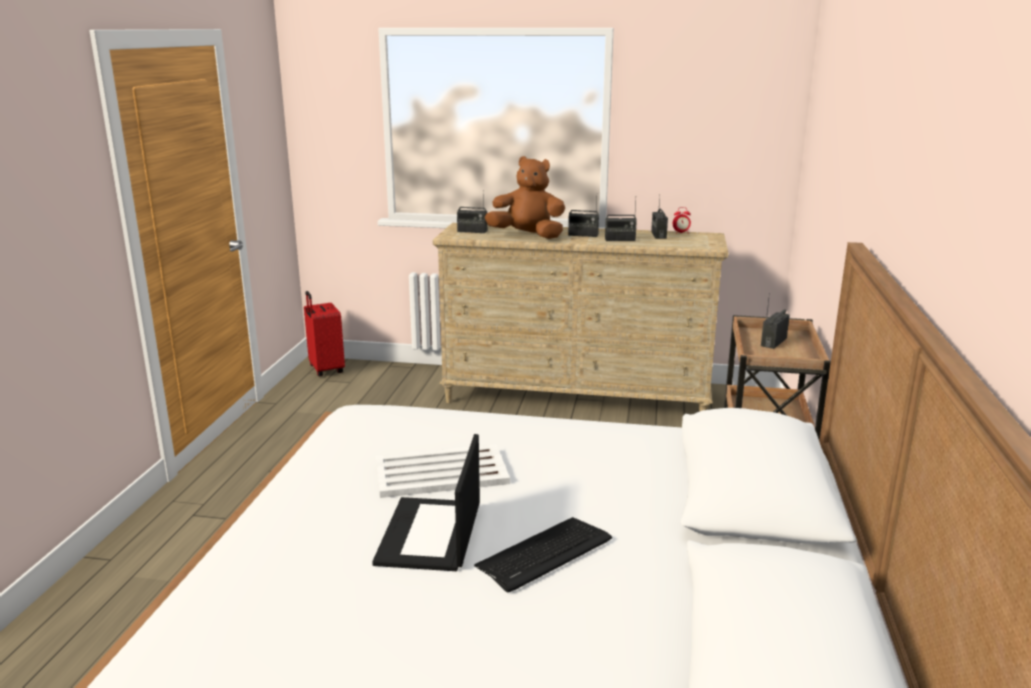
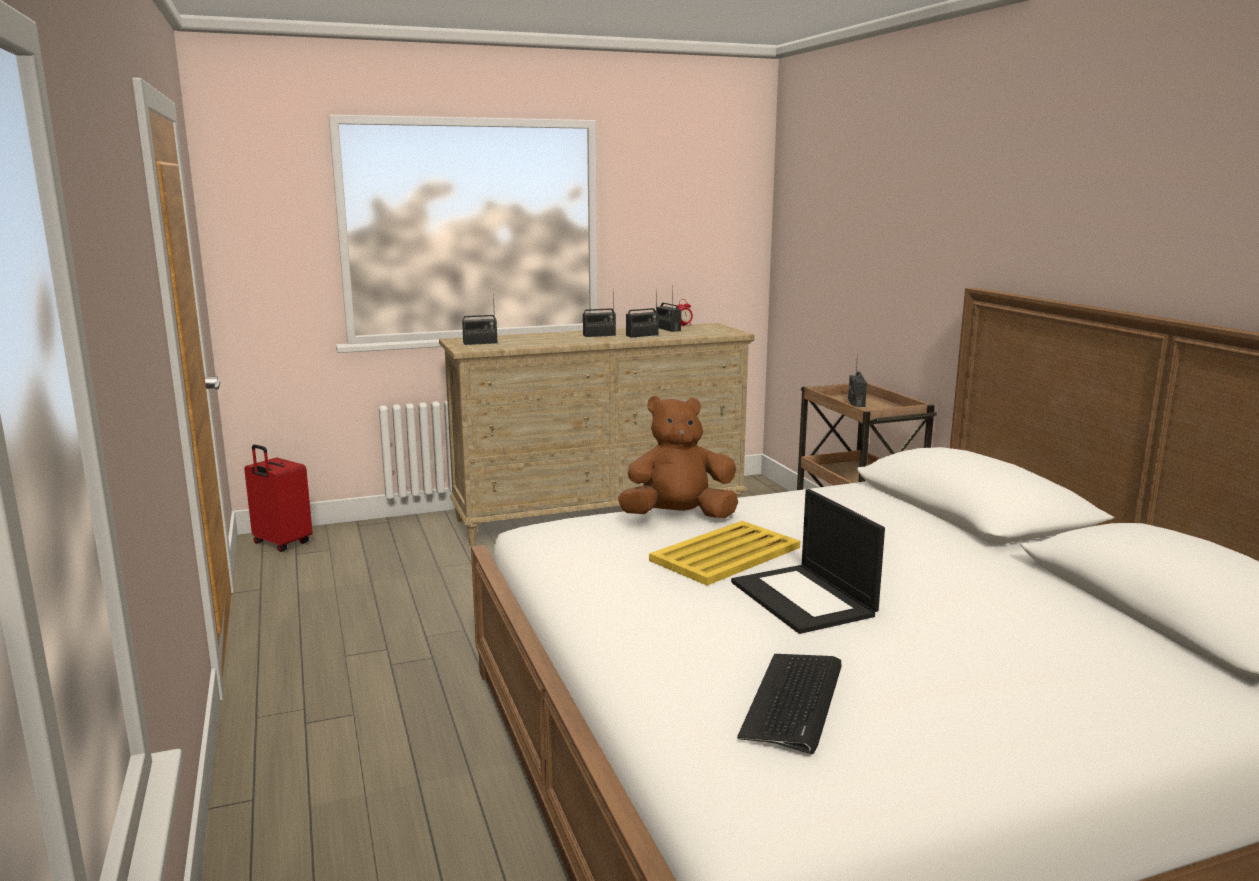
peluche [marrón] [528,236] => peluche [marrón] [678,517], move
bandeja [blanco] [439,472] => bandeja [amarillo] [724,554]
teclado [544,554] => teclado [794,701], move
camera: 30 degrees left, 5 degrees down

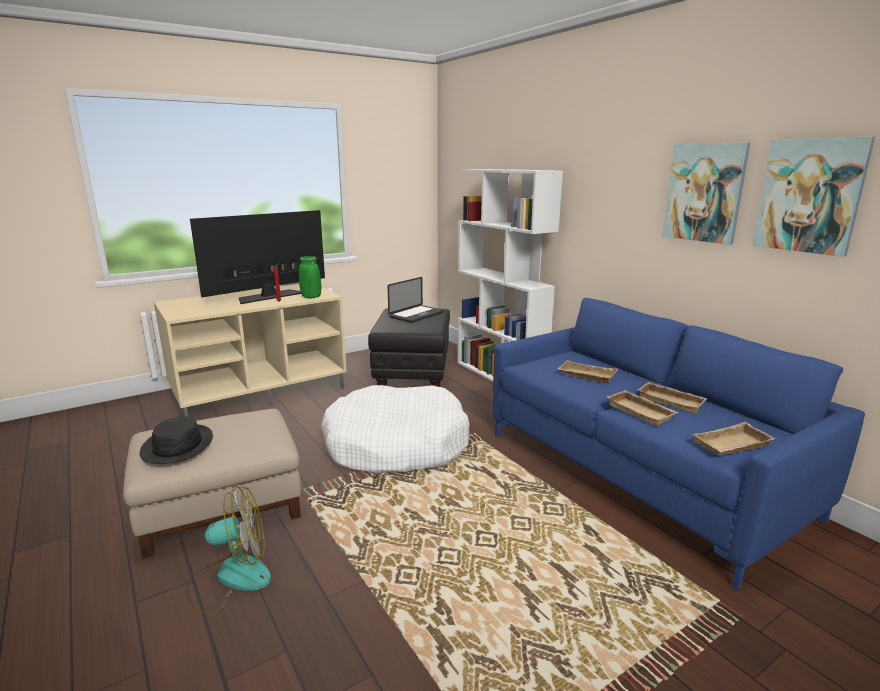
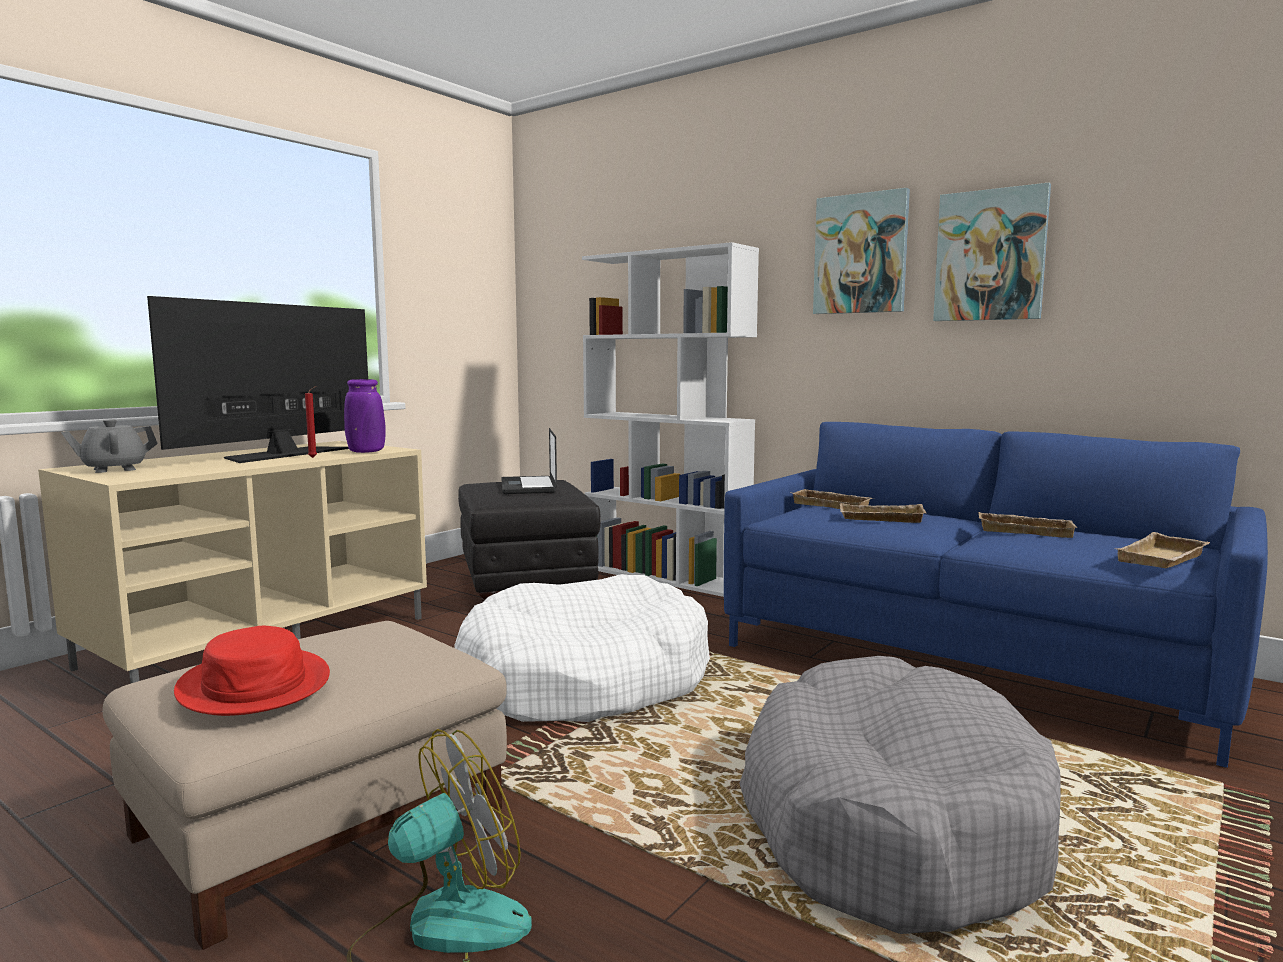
cuadro [810,196] => cuadro [861,254], move
florero [verde] [311,297] => florero [morado] [366,452]
portátil [416,315] => portátil [528,487], 150 degrees clockwise
bandeja [beis] [642,411] => bandeja [beis] [833,505], move
sombrero [negro] [178,445] => sombrero [rojo] [255,684]
nothing => tetera [gris] [113,469]
nothing => cama para perro [gris] [889,821]
camera: 20 degrees left, 10 degrees down

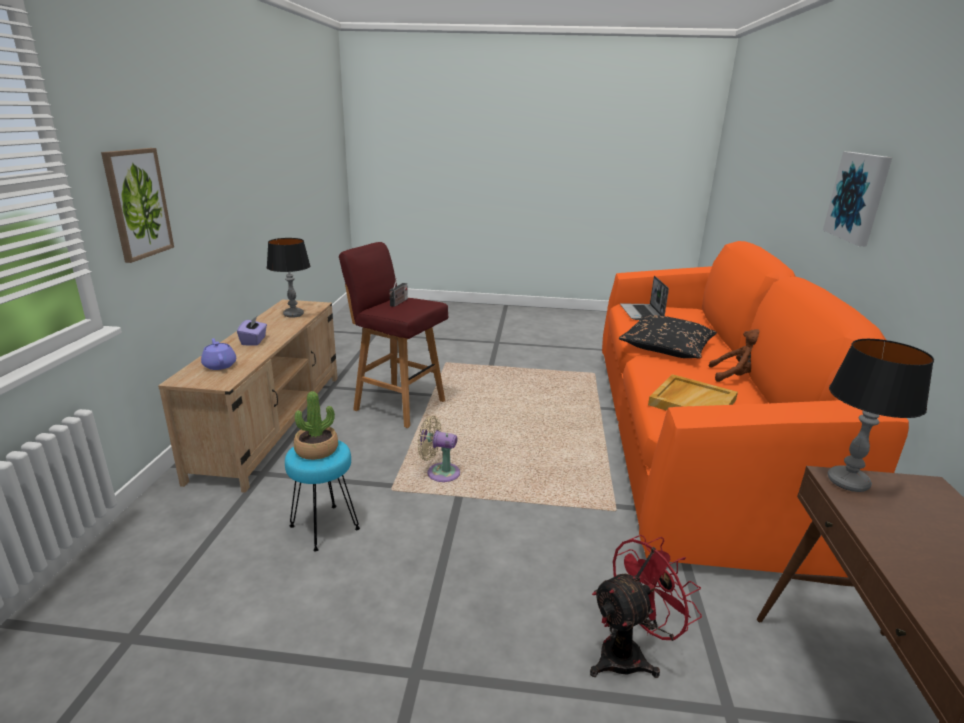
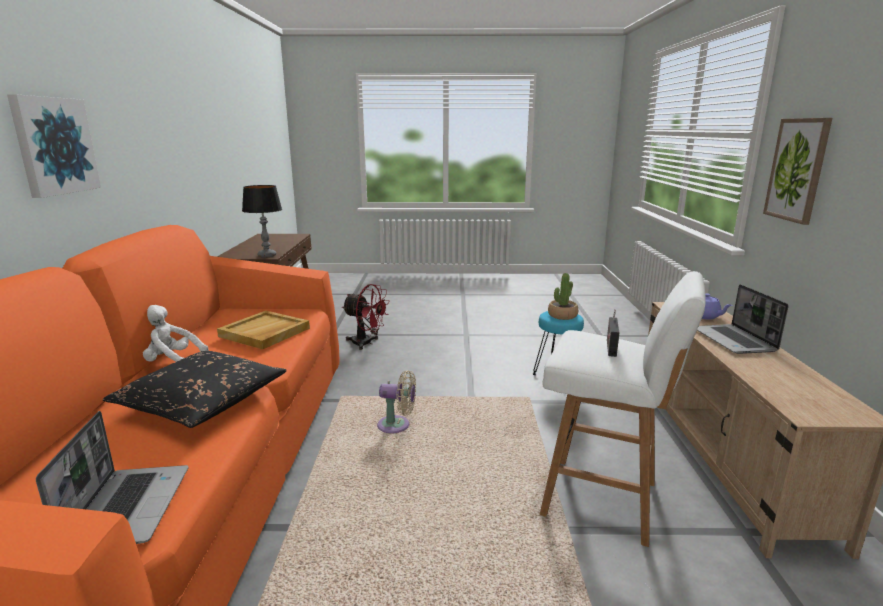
lámpara de mesa [293,315] => nothing
taburete [rojo] [398,405] => taburete [blanco] [603,500]
caja de pañuelos [morado] [254,341] => portátil [734,340]
peluche [marrón] [736,376] => peluche [blanco] [172,362]
ventilador [beis] [439,472] => ventilador [beis] [397,426], move
ventilador [rojo] [629,653] => ventilador [rojo] [366,343], 120 degrees counterclockwise
camera: 175 degrees right, 5 degrees down

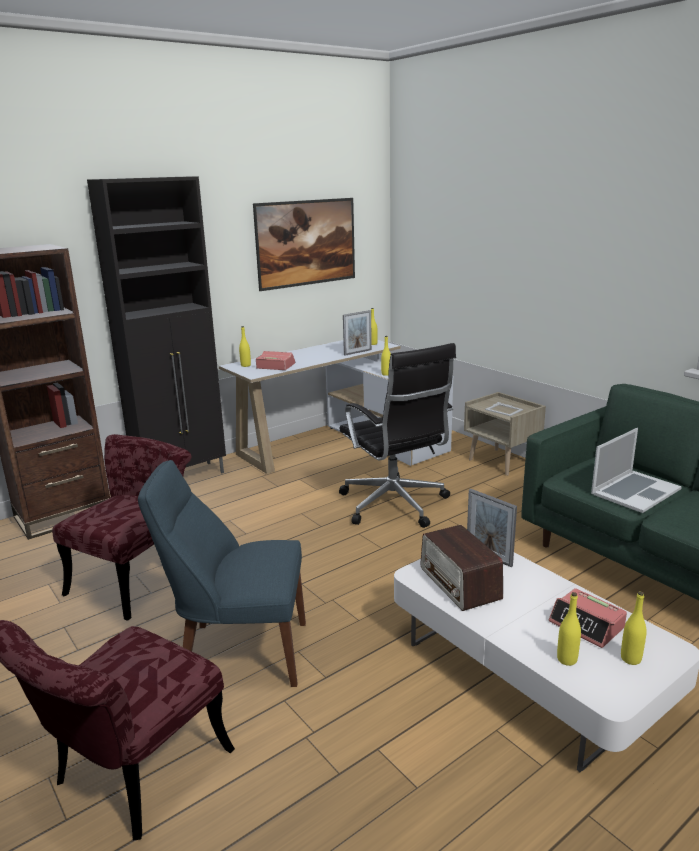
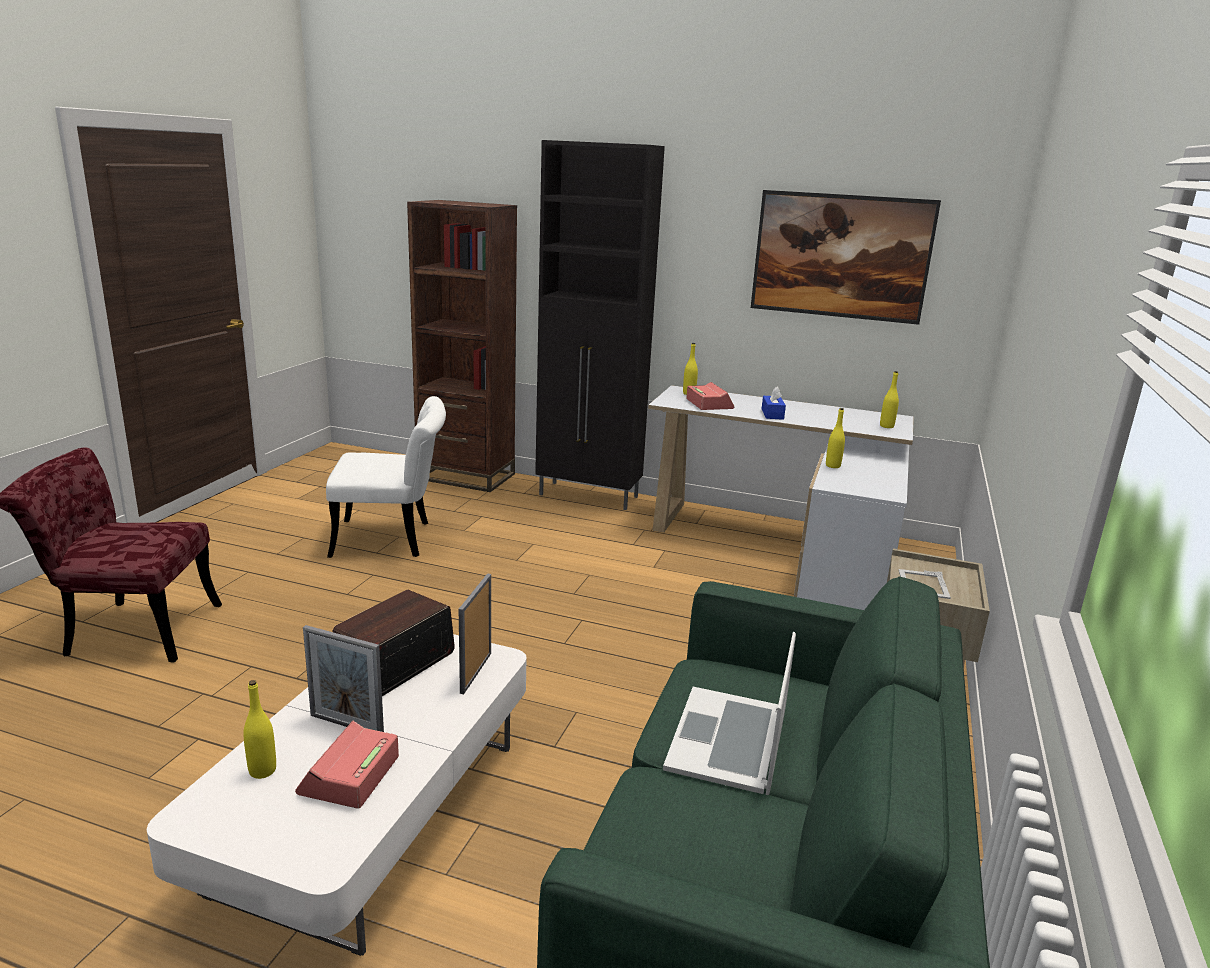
portarretratos [357,352] => portarretratos [346,725], move
silla de oficina [negro] [395,505] => nothing
portátil [635,491] => portátil [729,739], 90 degrees clockwise
silla [rojo] [136,578] => silla [blanco] [393,539]
silla [azul] [238,652] => nothing
botella [amarillo] [630,659] => nothing
nothing => caja de pañuelos [azul] [772,414]
camera: 55 degrees right, 0 degrees up

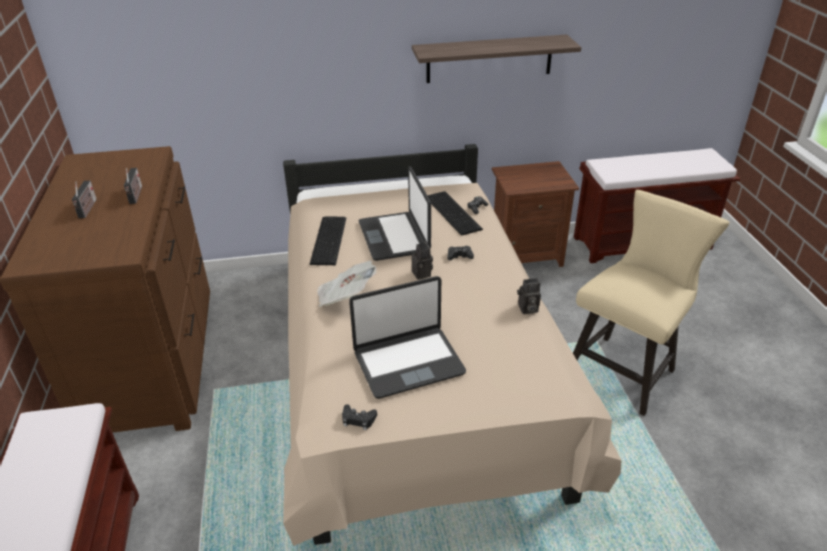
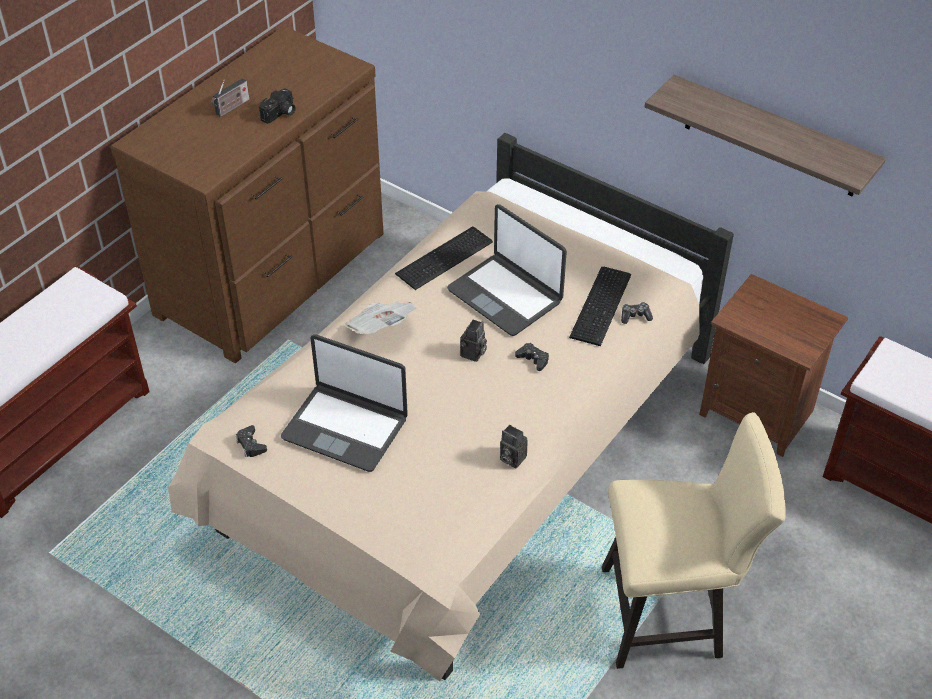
portátil [395,237] => portátil [505,295], 75 degrees counterclockwise
radio [136,195] => cámara [280,114]
camera: 45 degrees right, 10 degrees up

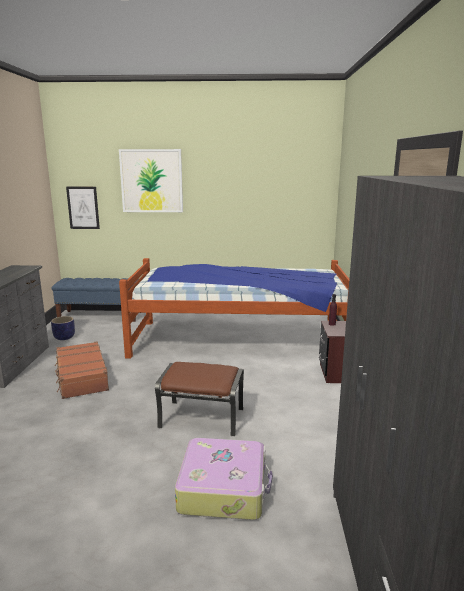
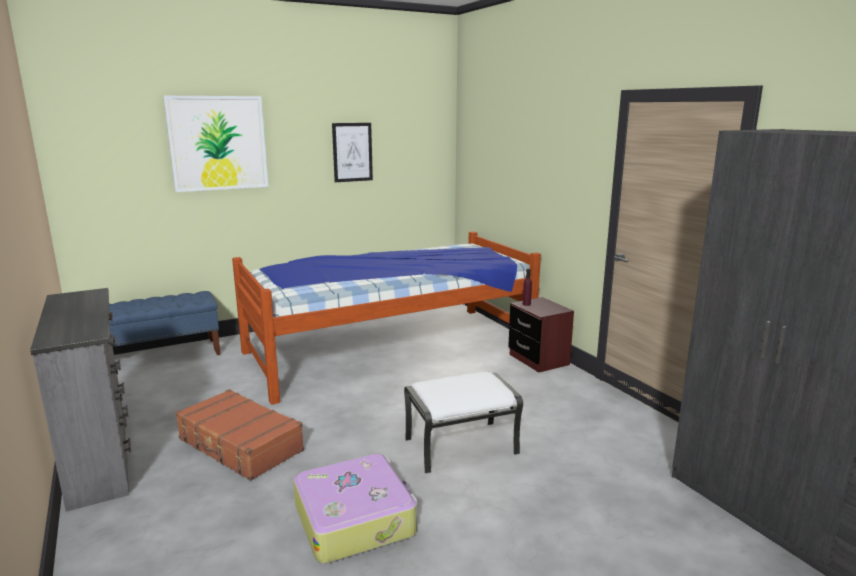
cuadro [83,207] => cuadro [352,152], move
maceta [64,337] => nothing
puf [marrón] [202,418] => puf [blanco] [461,446]
maleta [224,488] => maleta [355,519], move
camera: 30 degrees left, 0 degrees up

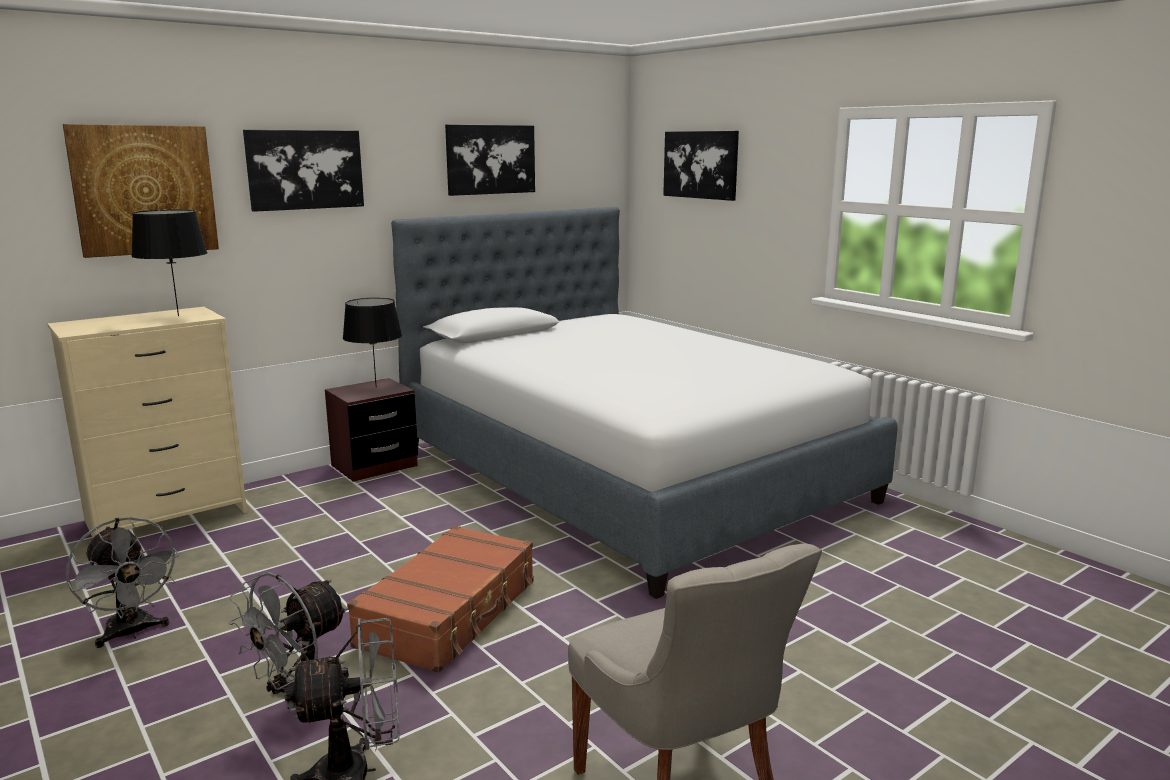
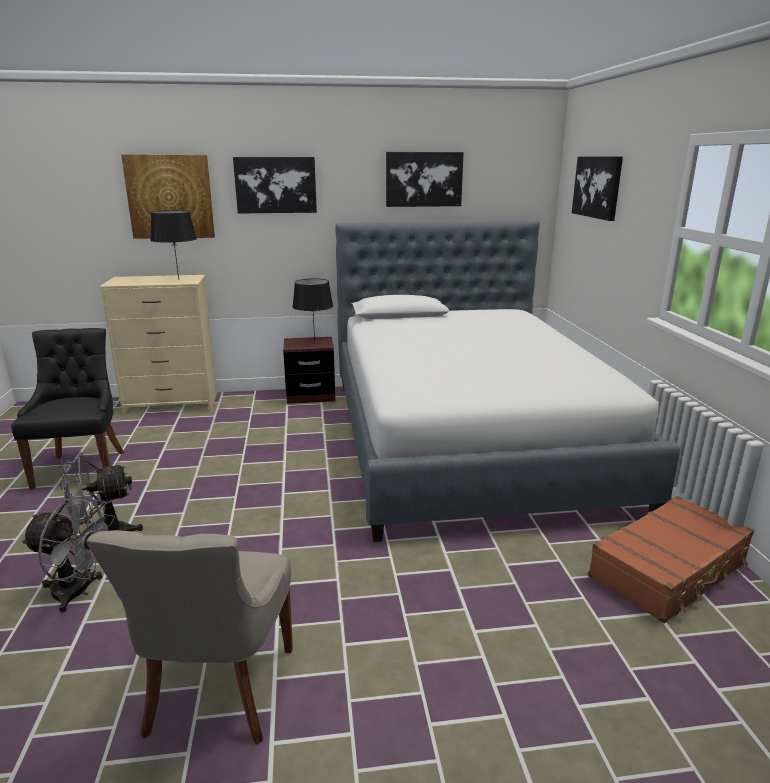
ventilador [gris] [132,633] => silla [negro] [82,468]
maleta [marrón] [450,613] => maleta [marrón] [669,570], move
camera: 30 degrees right, 5 degrees up

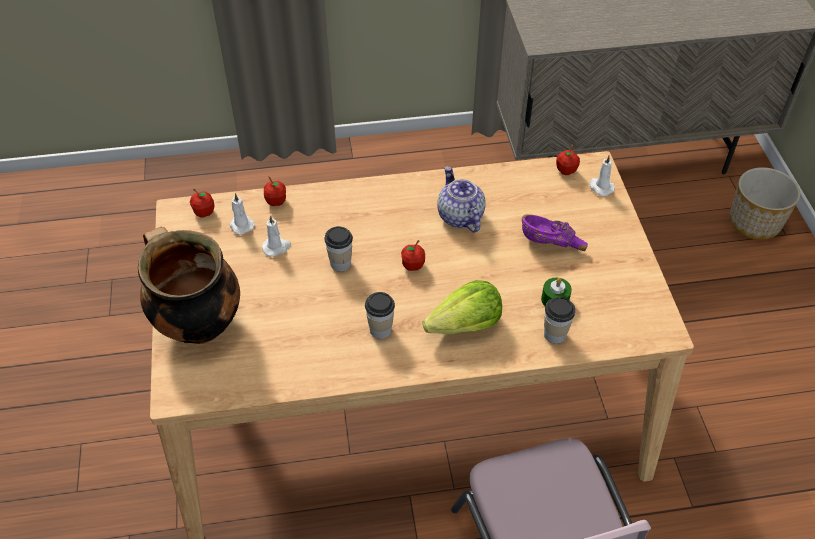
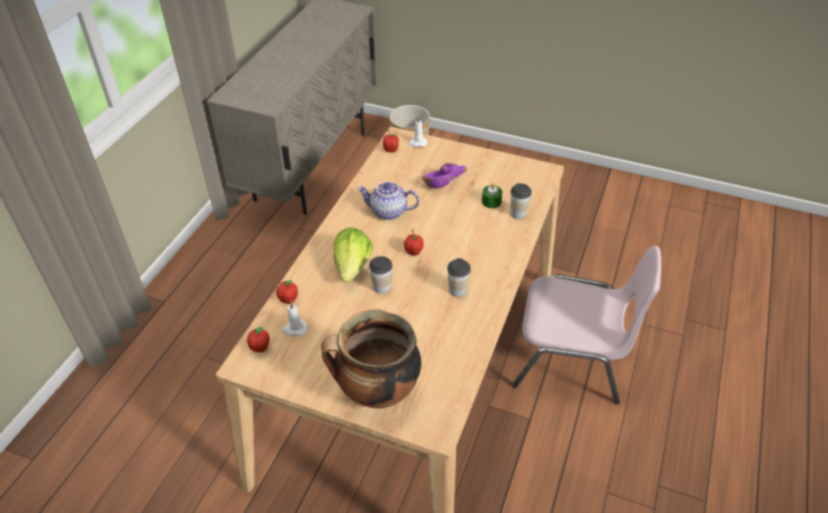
vela [blanco] [277,247] => nothing
lechuga [465,325] => lechuga [353,266], move
camera: 60 degrees left, 5 degrees down

